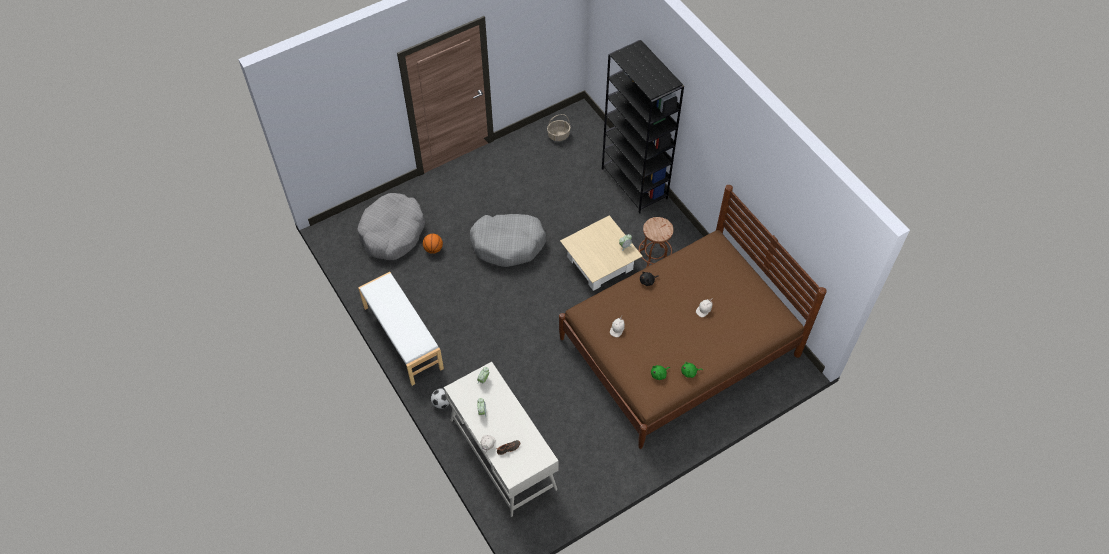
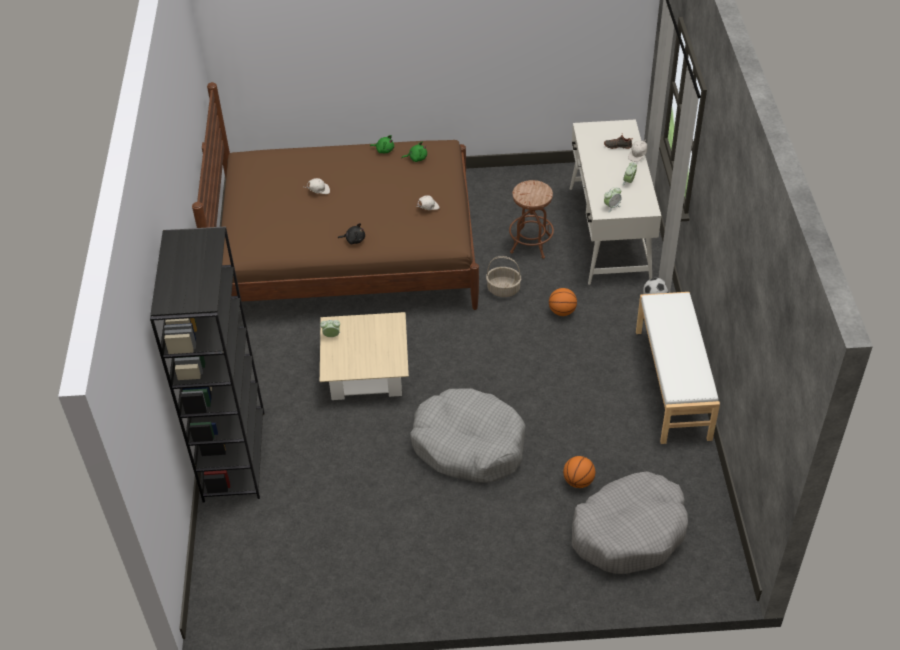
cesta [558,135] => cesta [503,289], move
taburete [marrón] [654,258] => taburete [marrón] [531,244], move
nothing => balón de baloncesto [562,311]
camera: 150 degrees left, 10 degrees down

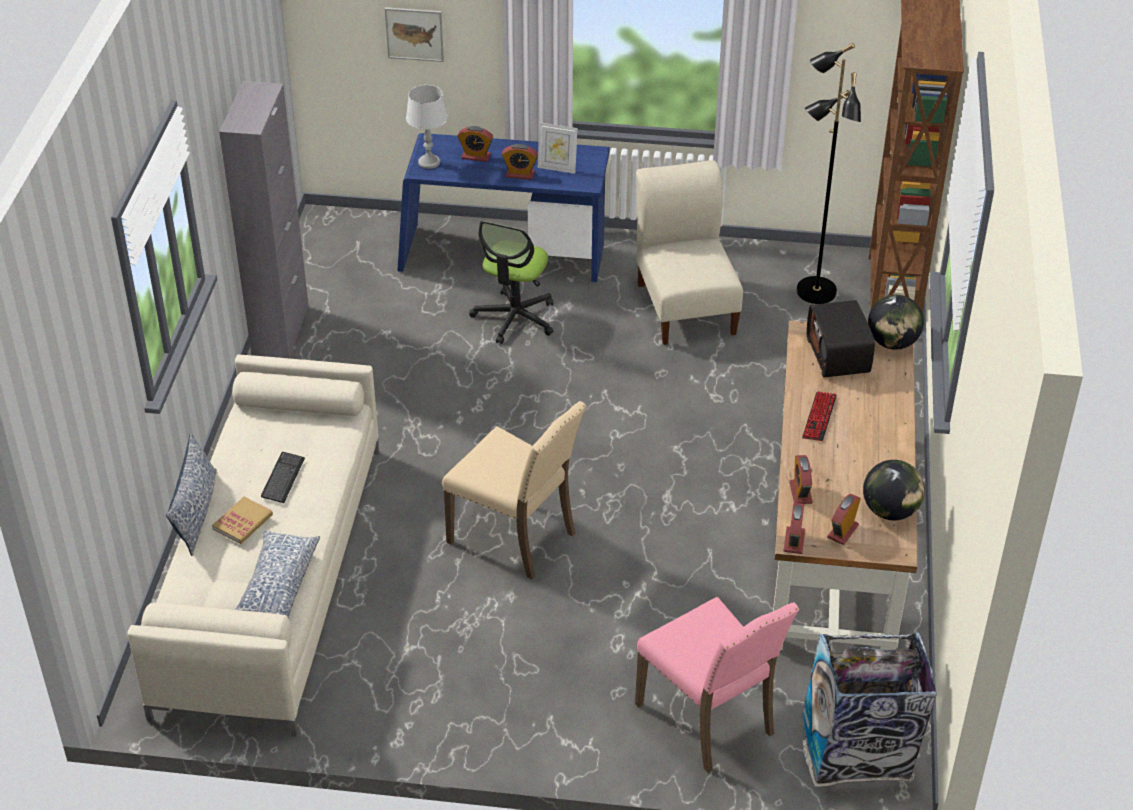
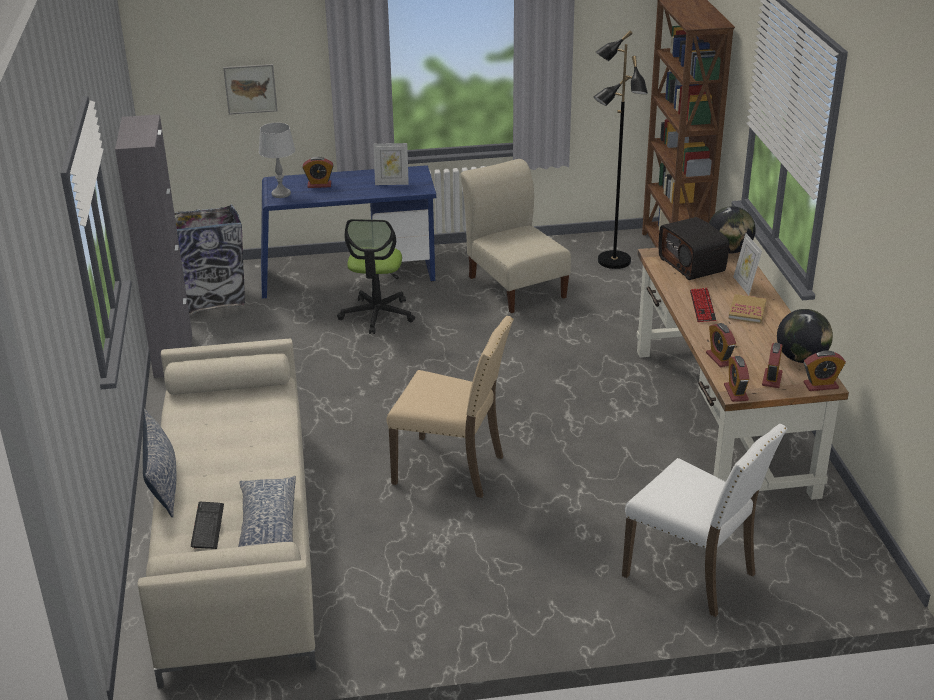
despertador [520,174] => despertador [820,385], move
teclado [283,478] => teclado [207,526], move
libro [243,522] => libro [747,311], move
silla [rosa] [709,719] => silla [blanco] [693,574]
papelera [857,750] => papelera [210,298], move
nothing => portarretratos [744,285]
camera: 15 degrees left, 10 degrees down

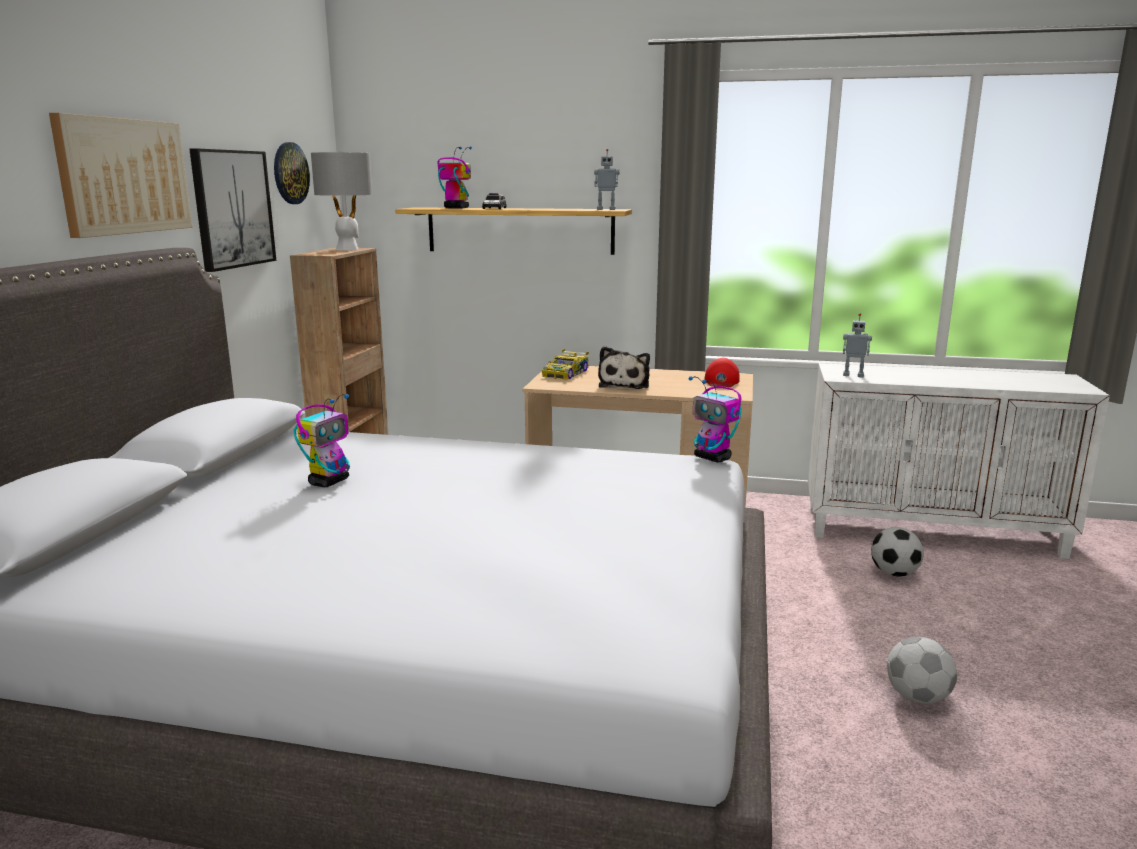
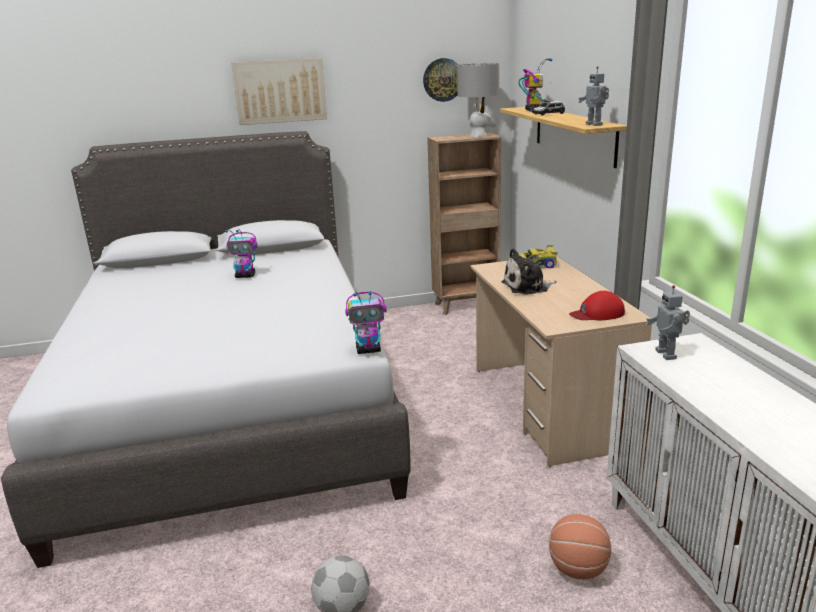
cuadro [232,209] => nothing
robot de juguete [713,458] => robot de juguete [369,350], 120 degrees counterclockwise
balón de fútbol [894,573] => balón de baloncesto [578,569]
camera: 65 degrees right, 5 degrees up

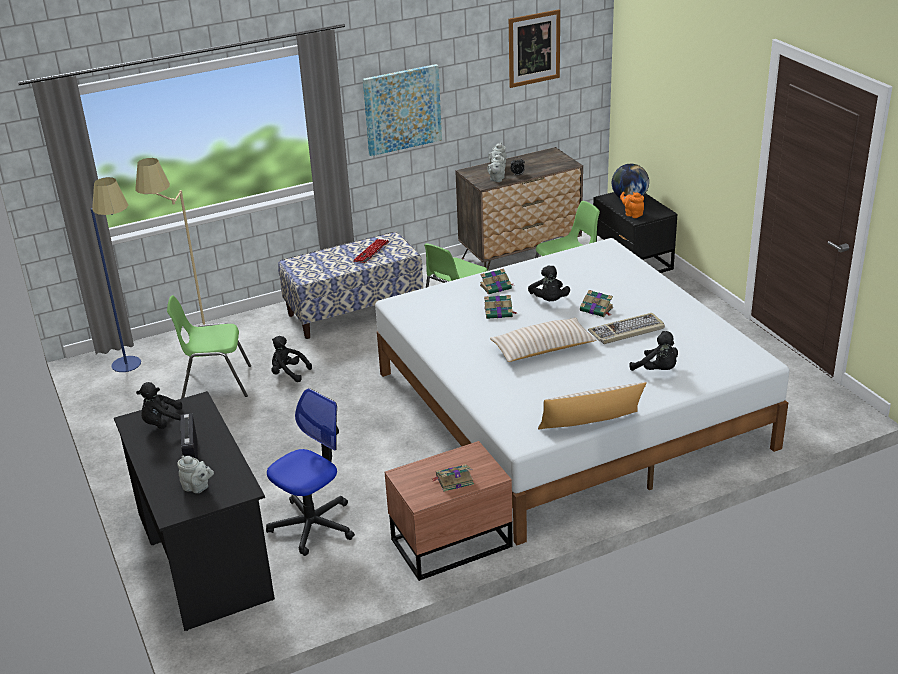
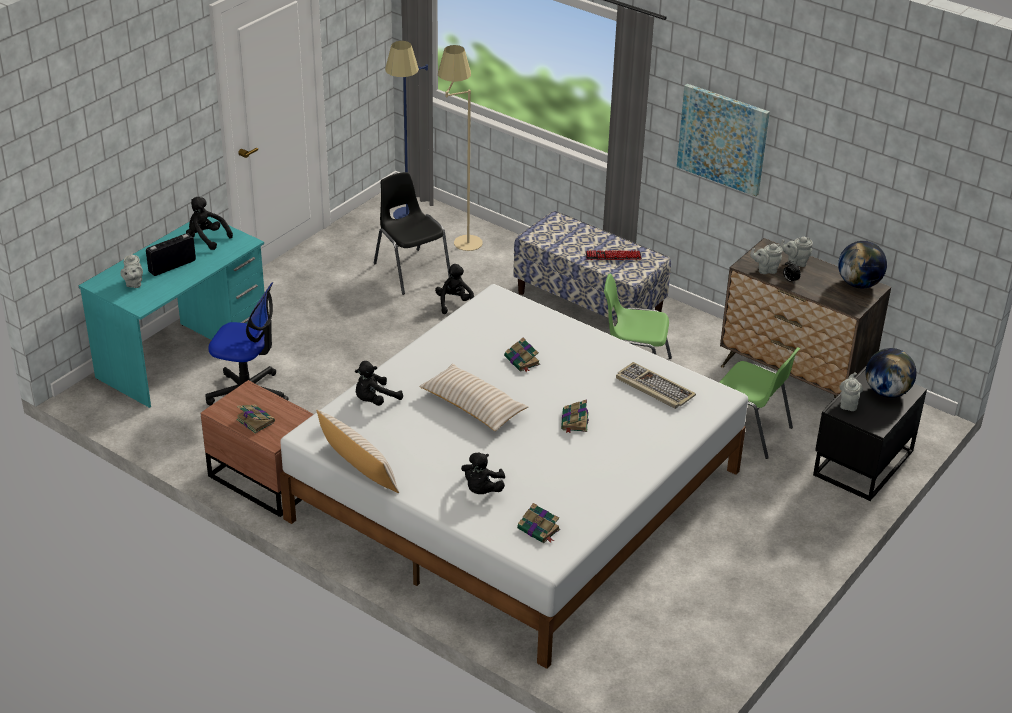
cuadro [534,48] => nothing
tetera [naranja] [632,214] => tetera [gris] [848,403]
peluche [negro] [549,301] => peluche [negro] [375,400], move
libro [496,287] => libro [539,530], move
silla [verde] [215,383] => silla [negro] [411,270]
teclado [626,331] => teclado [653,388], move
escritorio [negro] [203,554] => escritorio [turquesa] [183,353]
nothing => globo terráqueo [859,284]
camera: 60 degrees right, 5 degrees up

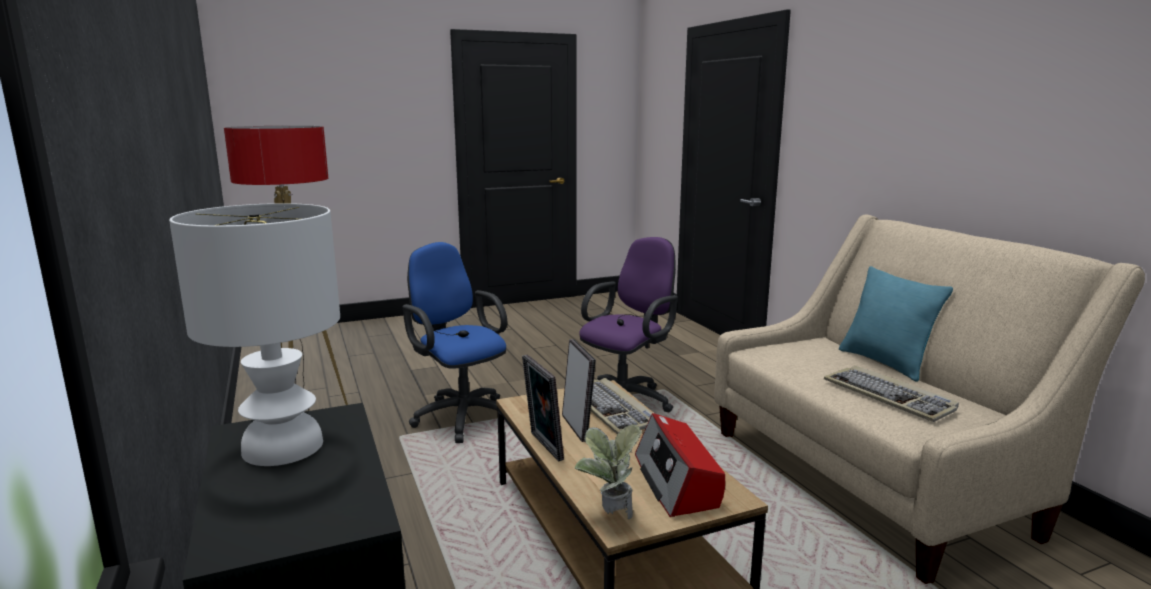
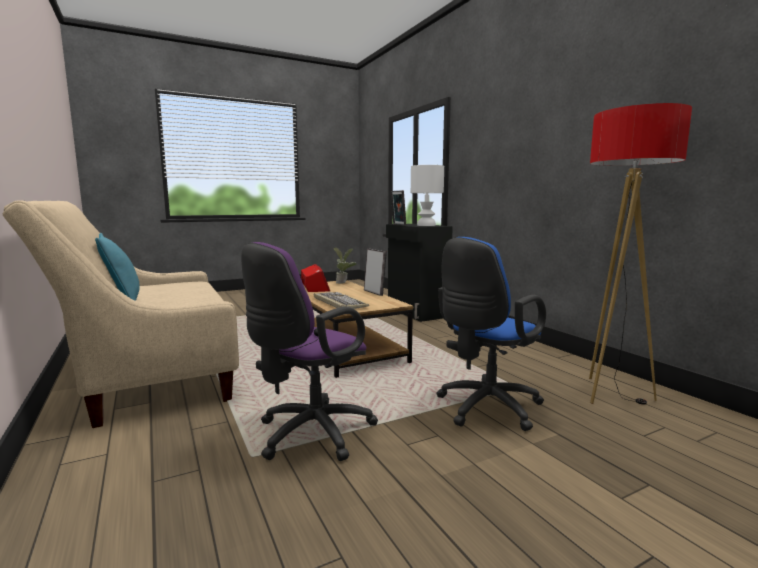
silla de oficina [azul] [461,416] => silla de oficina [azul] [485,409], 90 degrees clockwise
portarretratos [578,427] => portarretratos [398,224], move
teclado [889,397] => nothing
camera: 175 degrees right, 5 degrees down

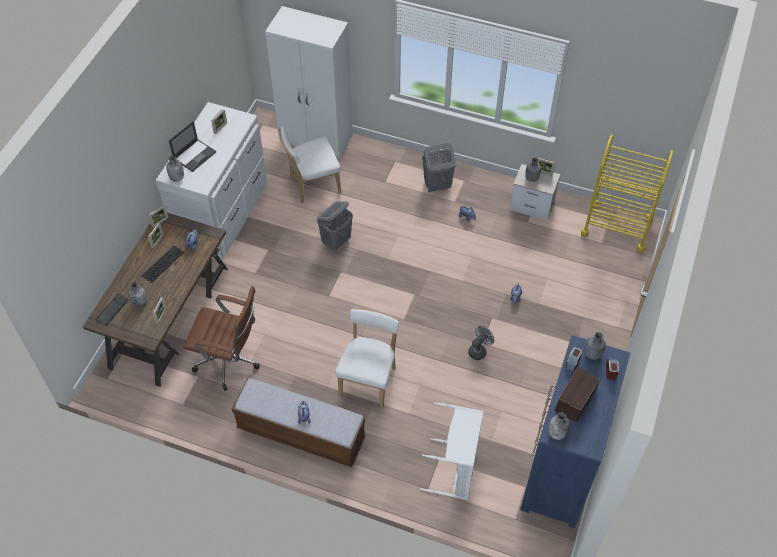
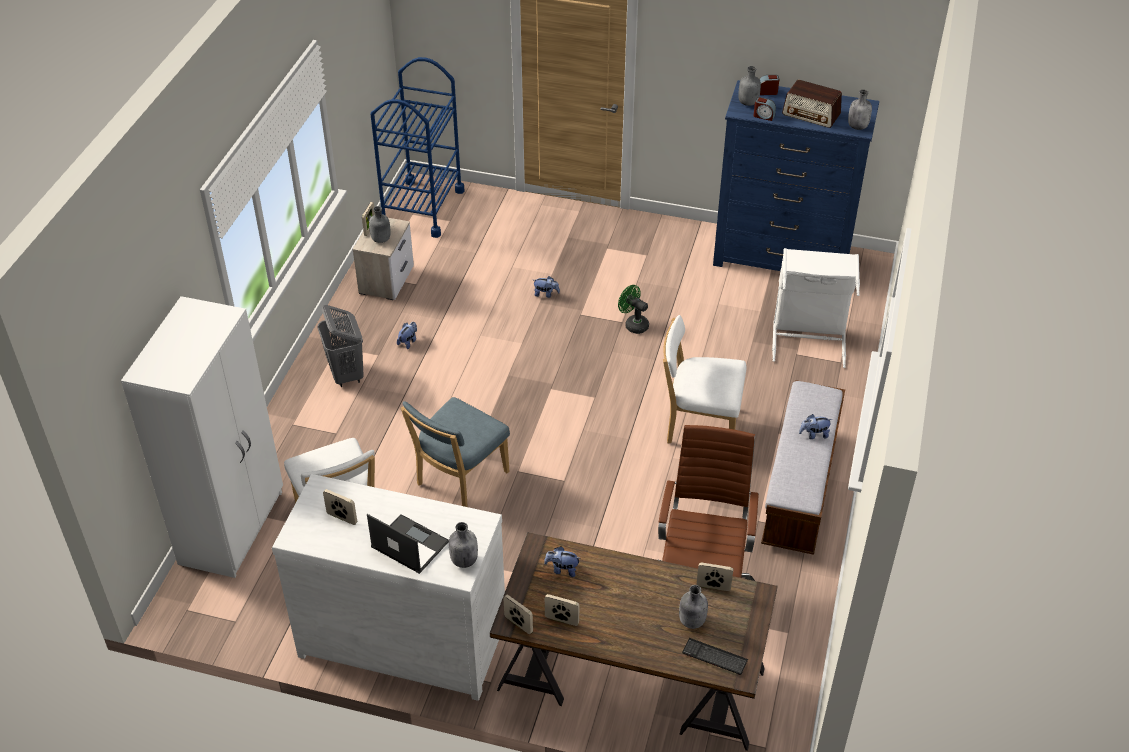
carrito [amarillo] [616,227] => carrito [azul] [422,208]
cesto de la ropa [gris] [336,241] => silla [azul] [459,480]
teclado [162,263] => nothing
ventilador [gris] [479,350] => ventilador [verde] [633,324]
camera: 95 degrees left, 10 degrees down

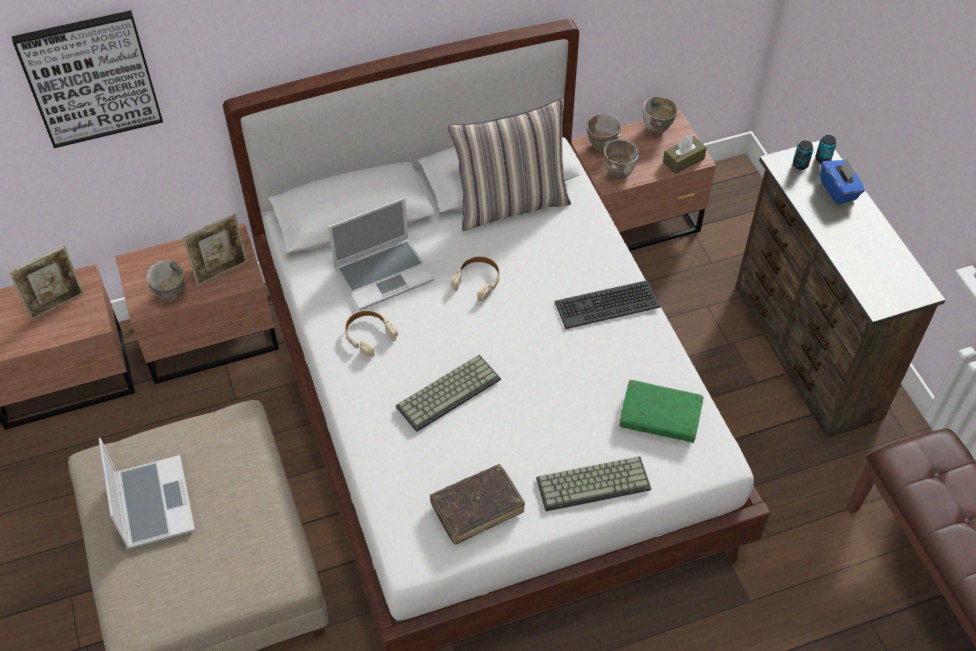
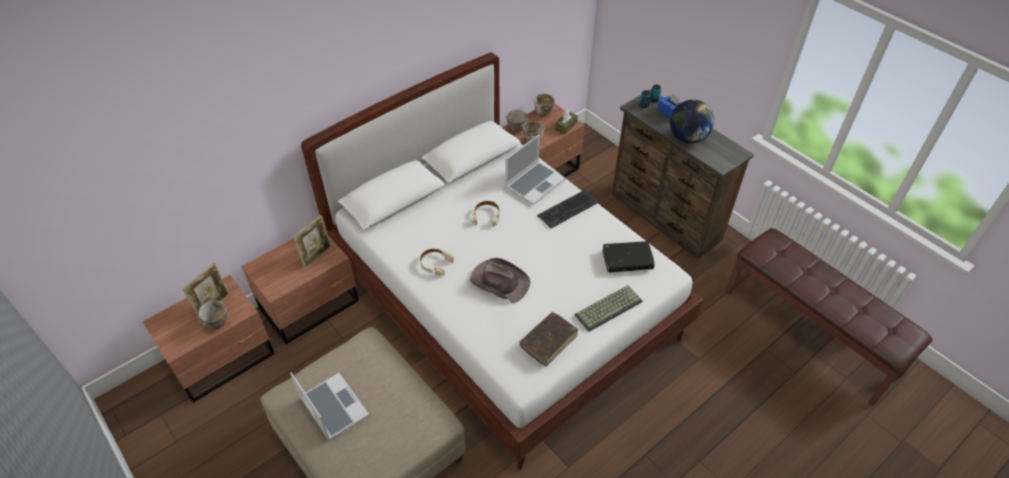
cuadro [90,78] => nothing
cojín [511,203] => nothing
portátil [384,274] => portátil [535,183], move
cuenco [170,296] => cuenco [218,325], move
teclado [448,391] => sombrero [marrón] [499,281]
libro [verde] [660,416] => libro [negro] [627,260]
nothing => globo terráqueo [687,138]
camera: 20 degrees left, 5 degrees down

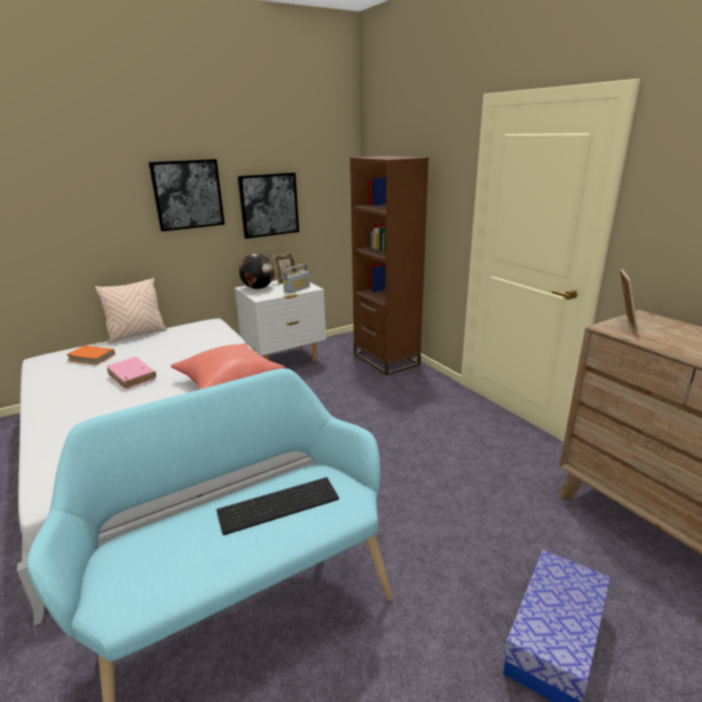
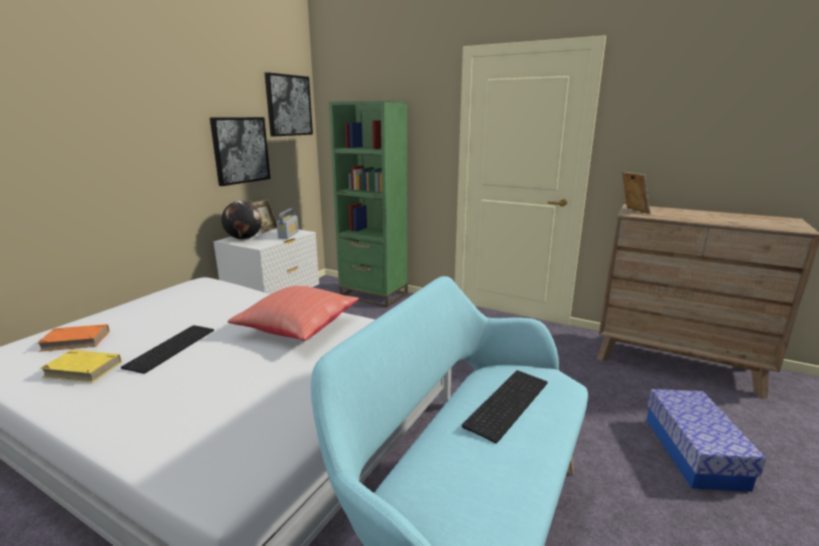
estantería [marrón] [386,359] => estantería [verde] [373,295]
cuadro [188,194] => cuadro [288,105], move
cojín [beis] [137,335] => nothing
libro [rosa] [132,377] => teclado [170,347]
nothing => libro [amarillo] [83,369]
camera: 30 degrees left, 5 degrees down

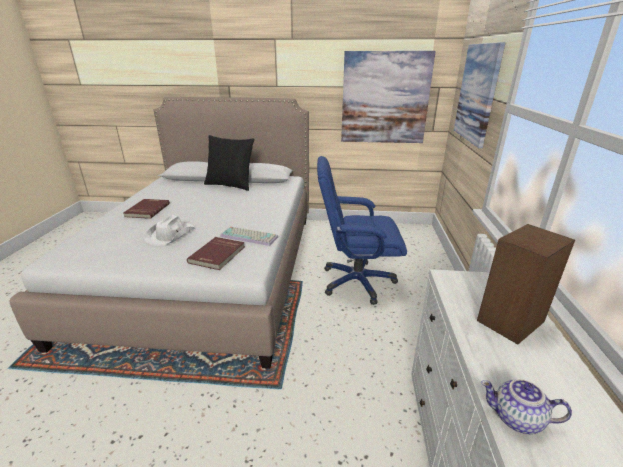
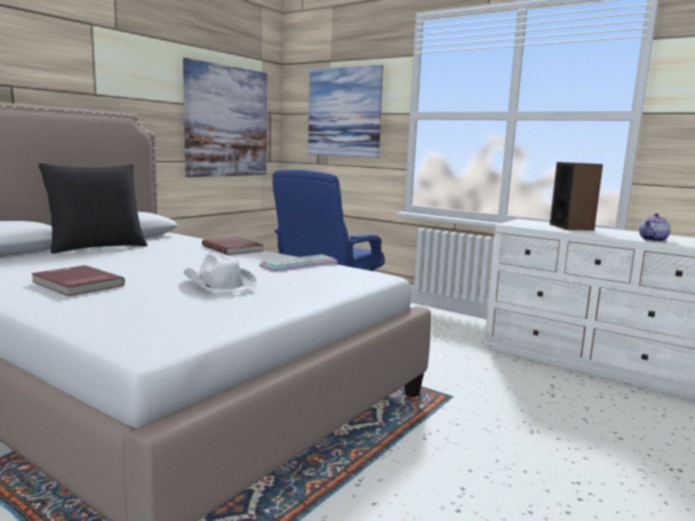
libro [rojo] [218,255] => libro [rojo] [233,248], move
camera: 60 degrees left, 15 degrees down

